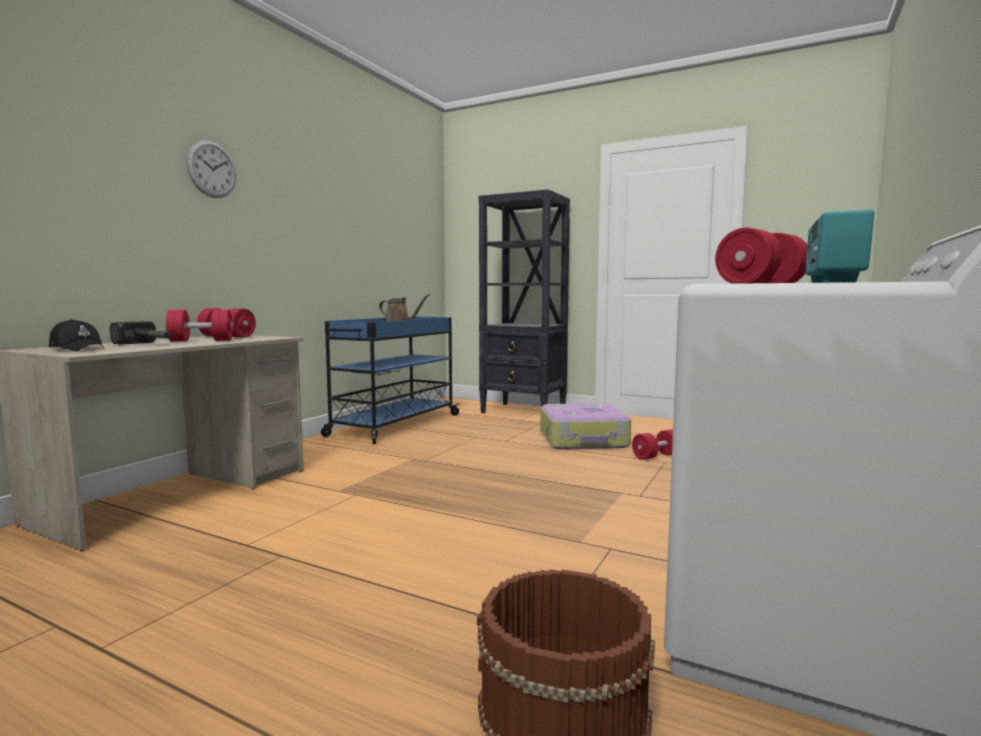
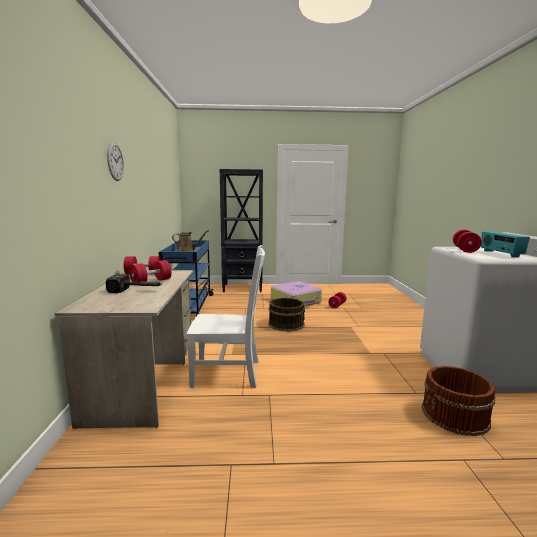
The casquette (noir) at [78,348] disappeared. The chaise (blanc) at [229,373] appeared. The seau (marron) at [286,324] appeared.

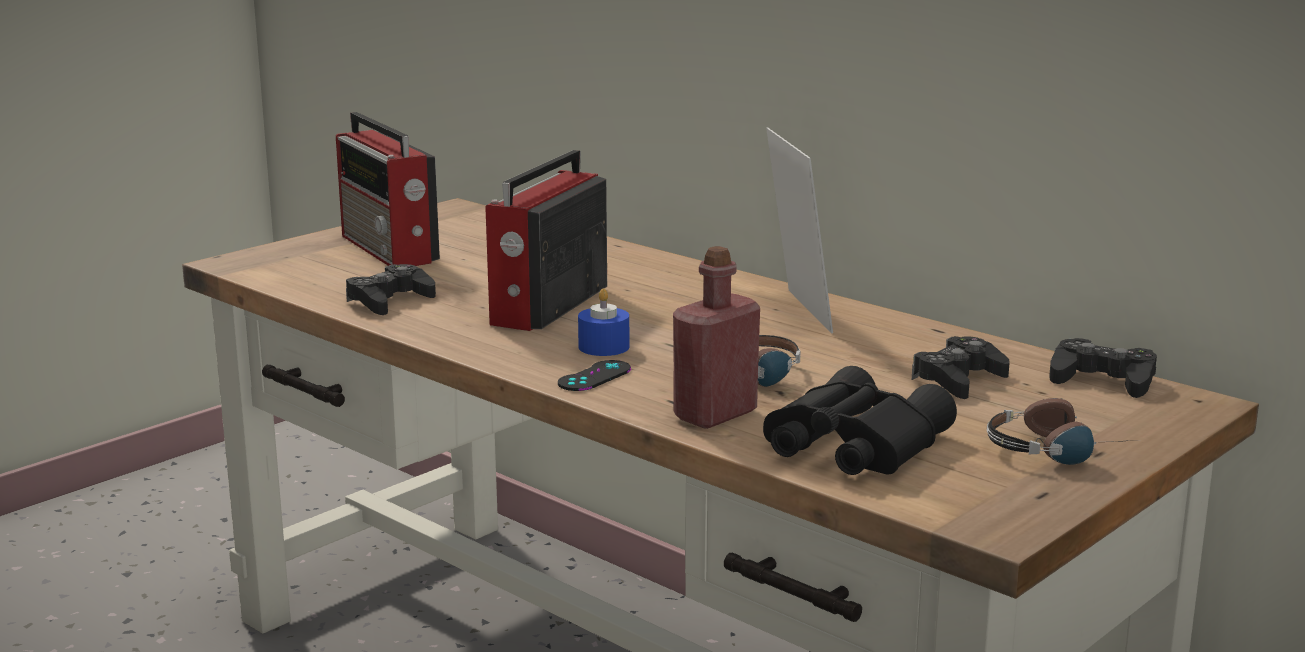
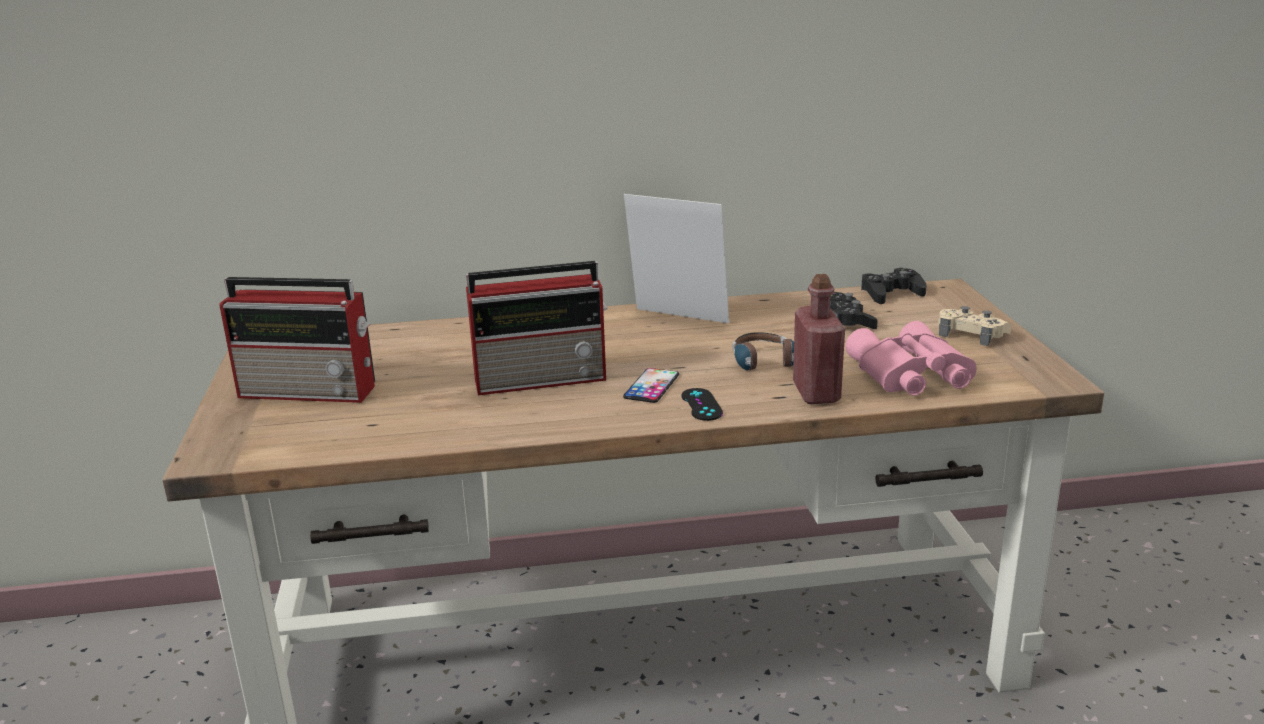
The manette (noir) at [389,300] disappeared. The bougie (bleu) at [604,347] was replaced by the téléphone at [651,386]. The casque audio at [1058,449] was replaced by the manette (beige) at [972,334]. The jumelles (noir) at [851,445] became the jumelles (rose) at [909,375]. The radio at [547,306] turned 75 degrees counterclockwise.

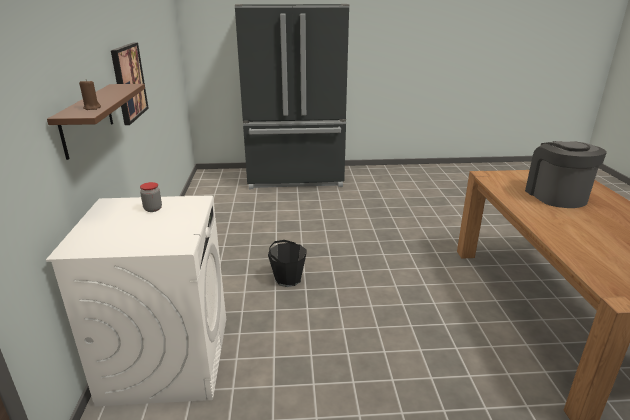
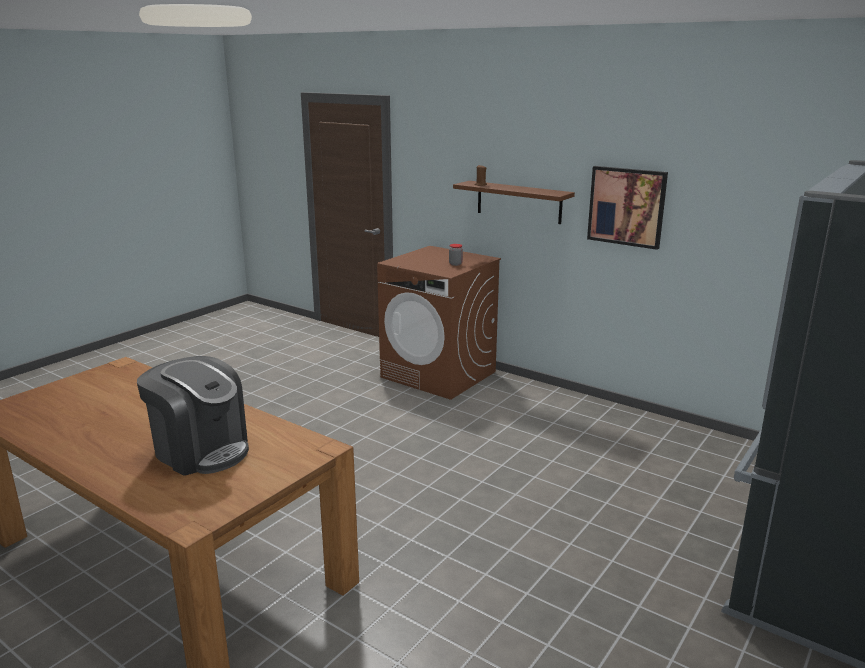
The seau (noir) at [288,279] disappeared. The lave-linge (blanc) at [167,357] became the lave-linge (marron) at [439,374].

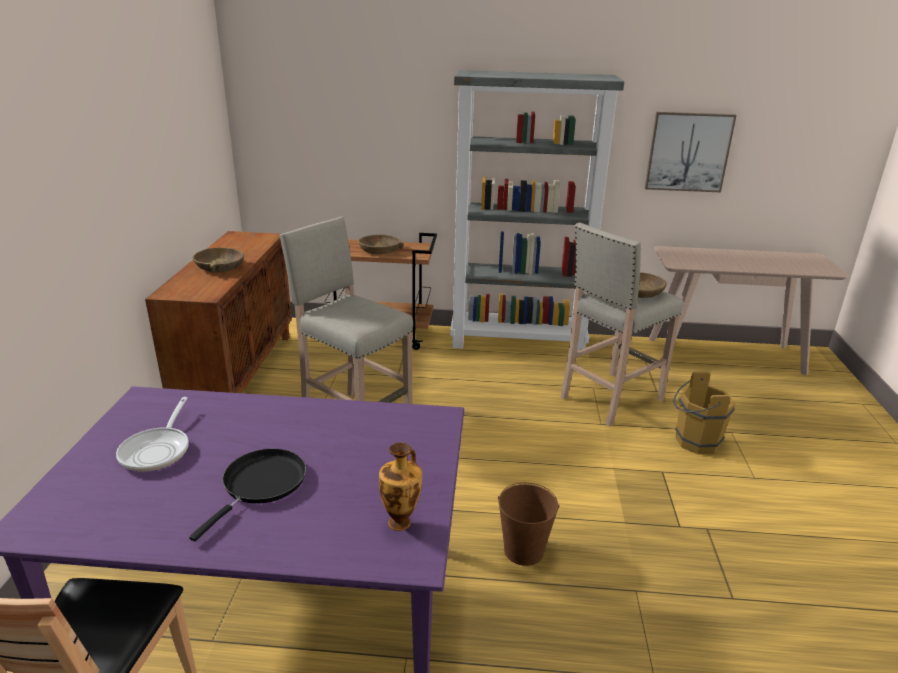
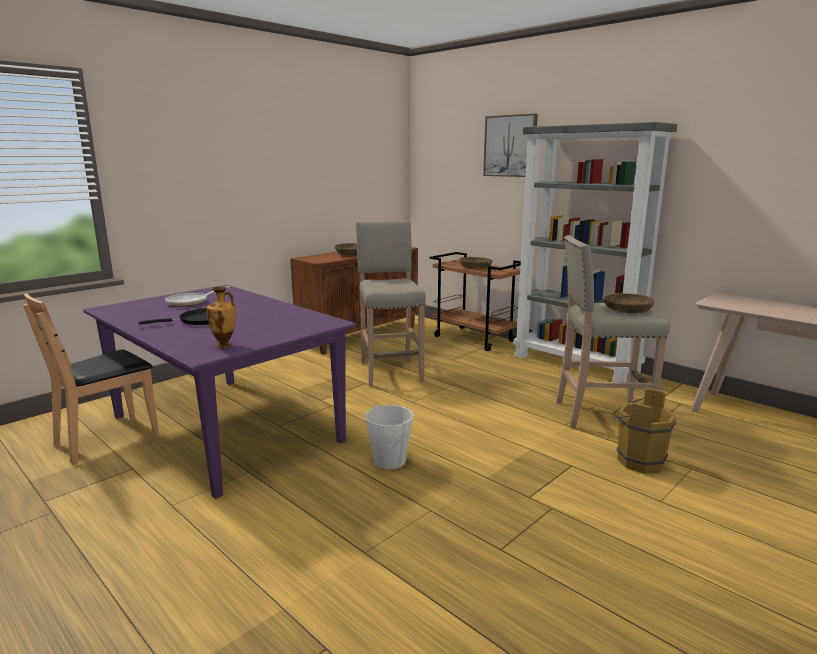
The tableau moved from [688,152] to [510,146]. The seau (marron) at [523,551] became the seau (blanc) at [389,461].

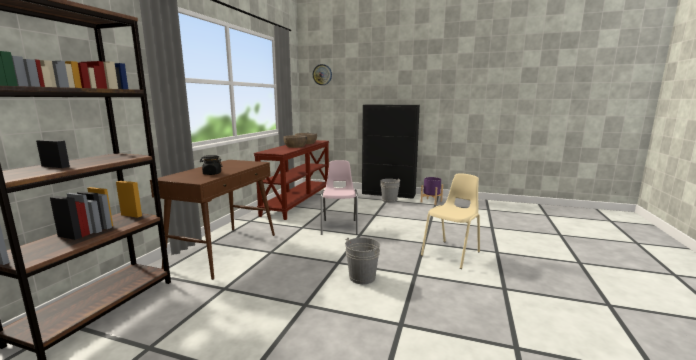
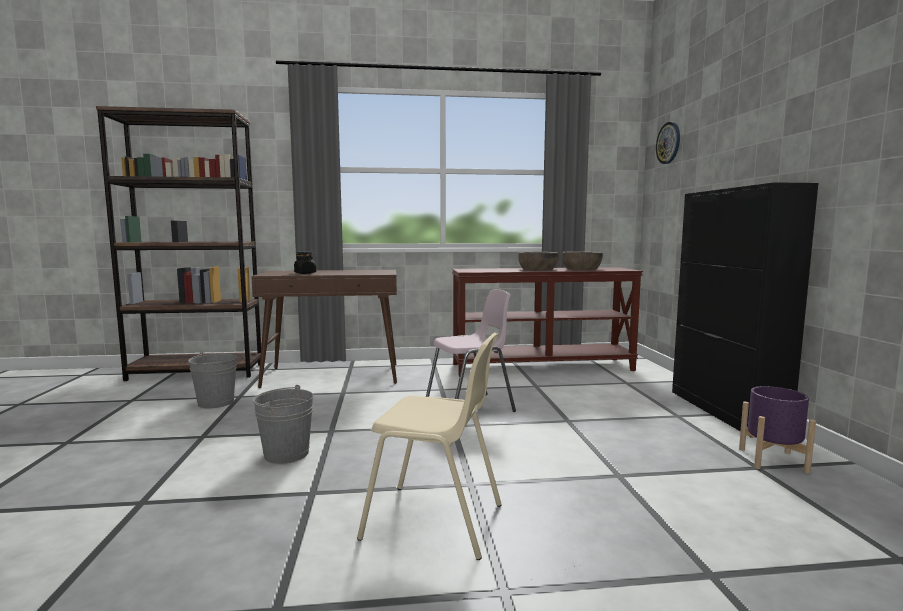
The seau (gris) moved from [389,200] to [216,402].

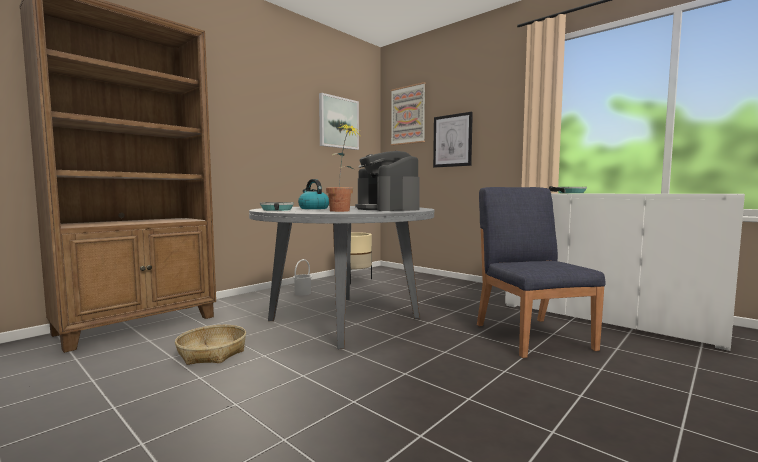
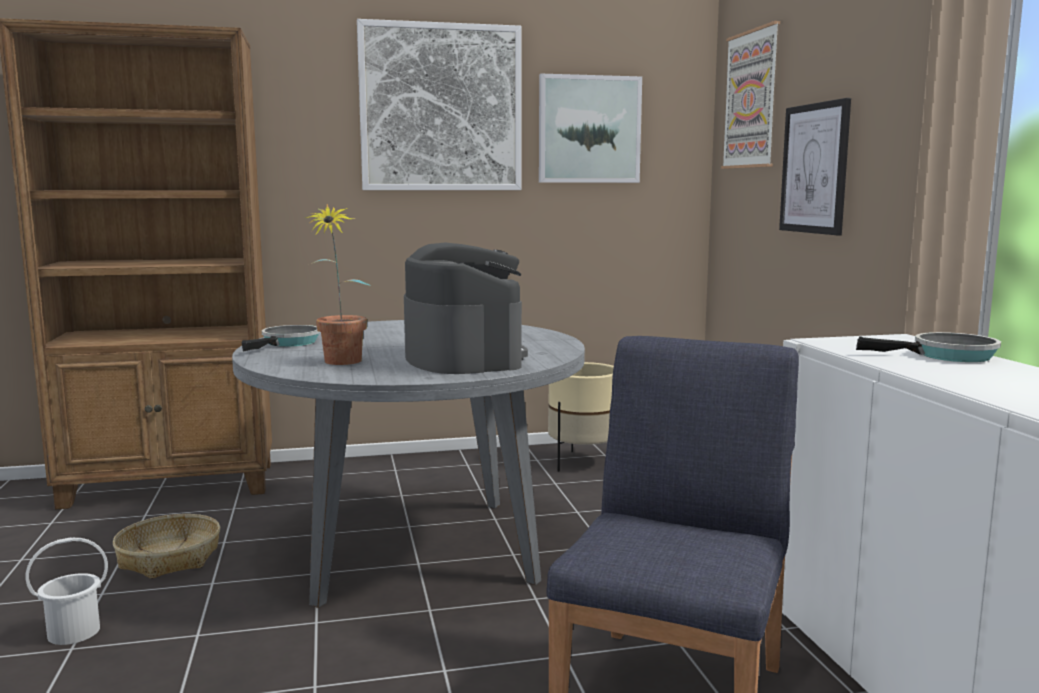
The bouilloire at [313,208] disappeared. The tableau at [441,108] appeared. The seau (blanc) moved from [303,293] to [74,632]. The machine à café at [387,209] turned 150 degrees clockwise.

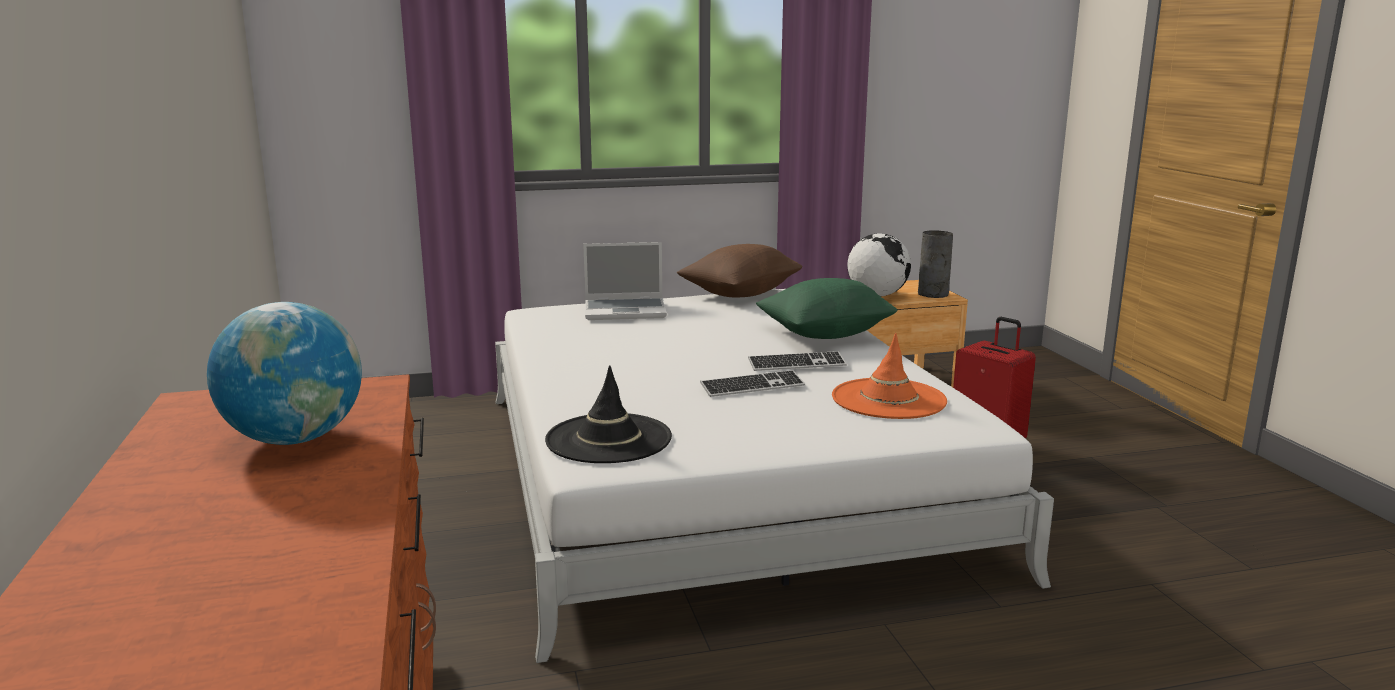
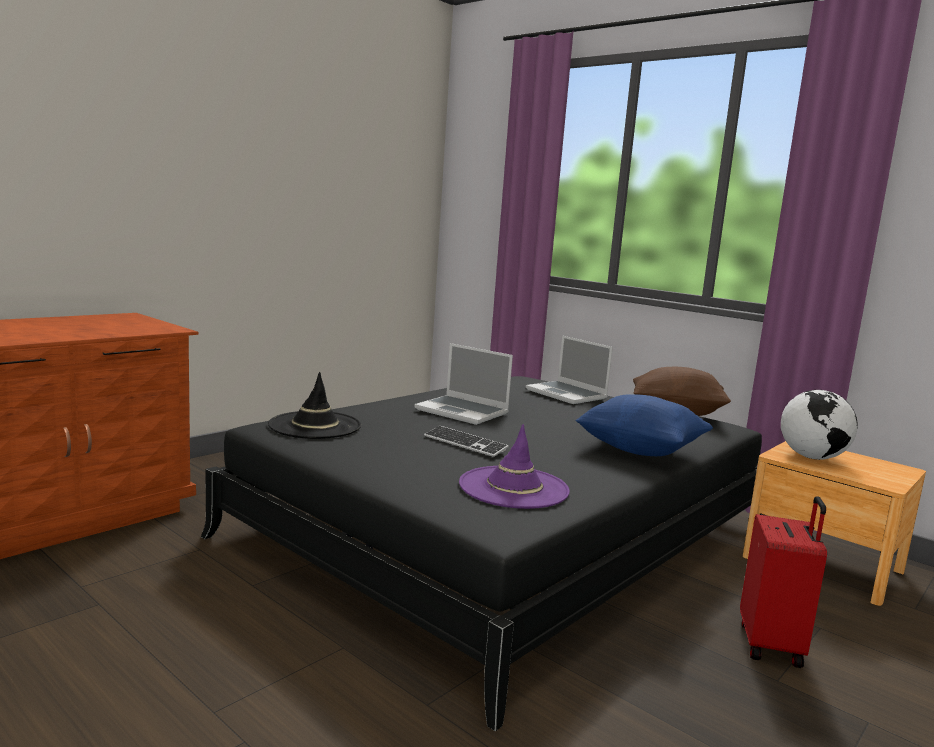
The globe at [295,439] disappeared. The clavier at [797,364] disappeared. The vase (gris) at [932,294] disappeared. The ordinateur portable at [463,412] appeared. The lit (blanc) at [716,476] became the lit (noir) at [506,531]. The coussin (vert) at [825,335] became the coussin (bleu) at [640,450]. The chapeau (orange) at [888,399] became the chapeau (violet) at [513,488].

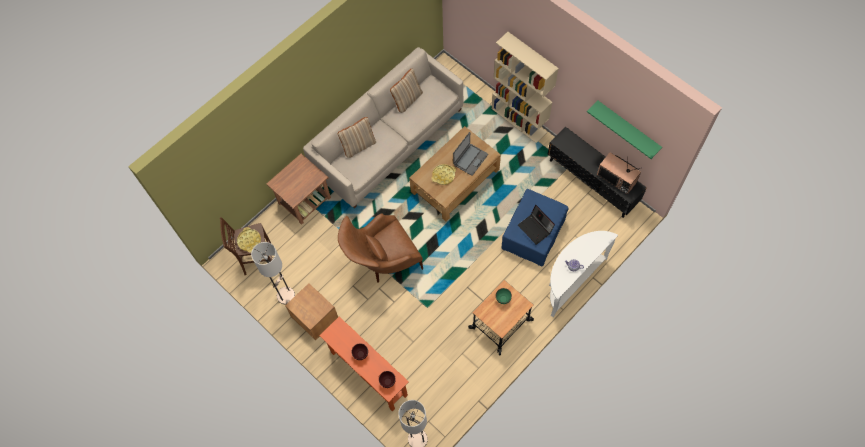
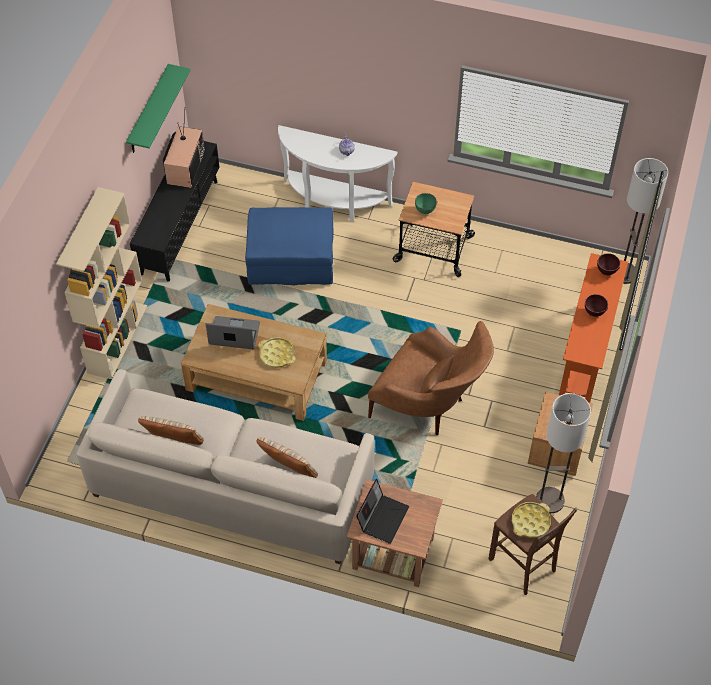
The ordinateur portable moved from [535,228] to [382,517].

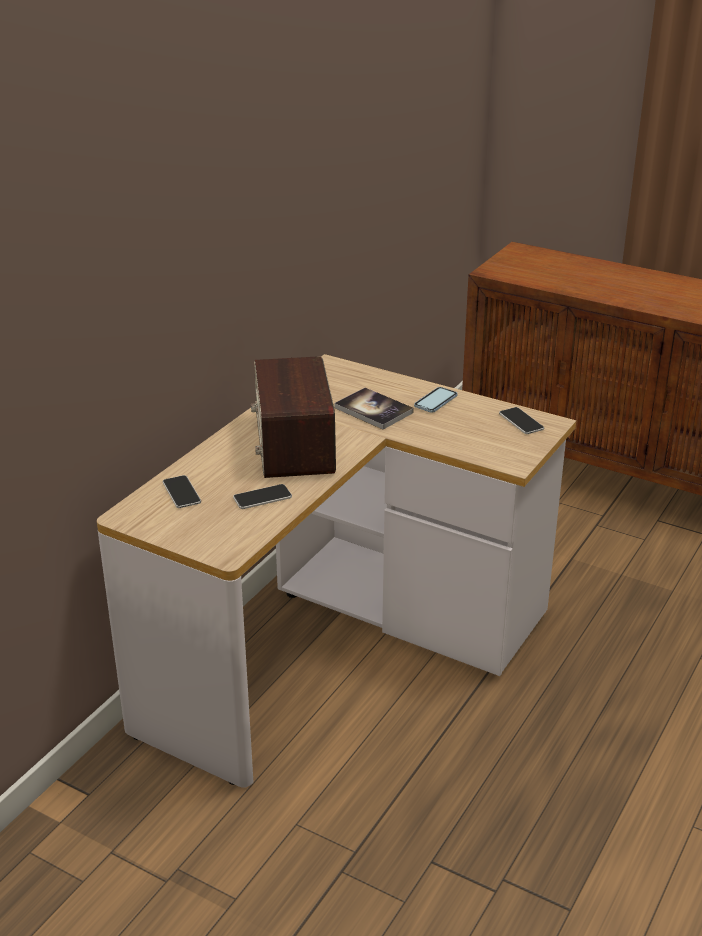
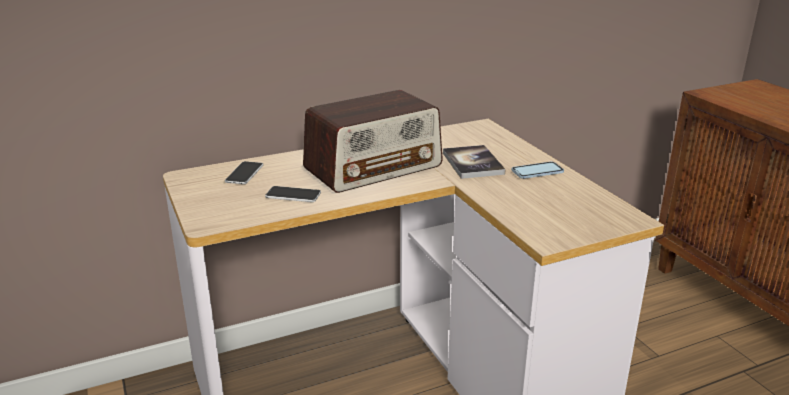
The téléphone at [521,421] disappeared. The radio at [294,444] turned 150 degrees counterclockwise.

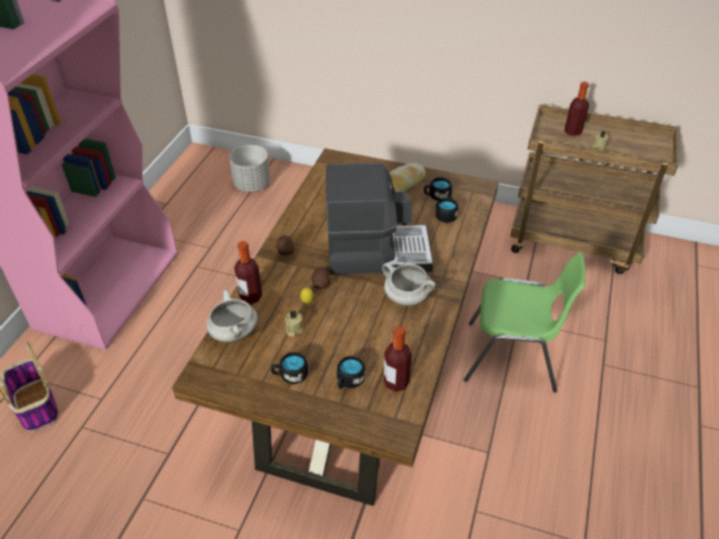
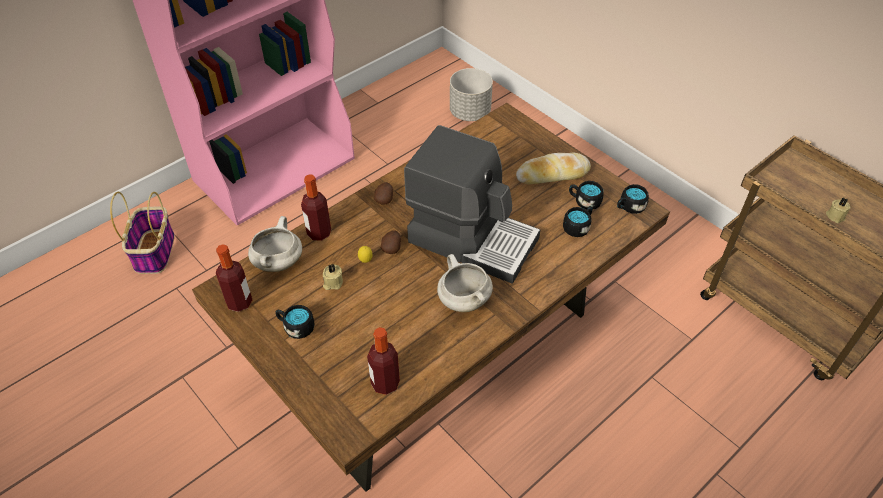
The chaise (vert) at [512,358] disappeared. The mug (noir) moved from [348,381] to [629,207]. The bouteille moved from [572,132] to [239,302].

